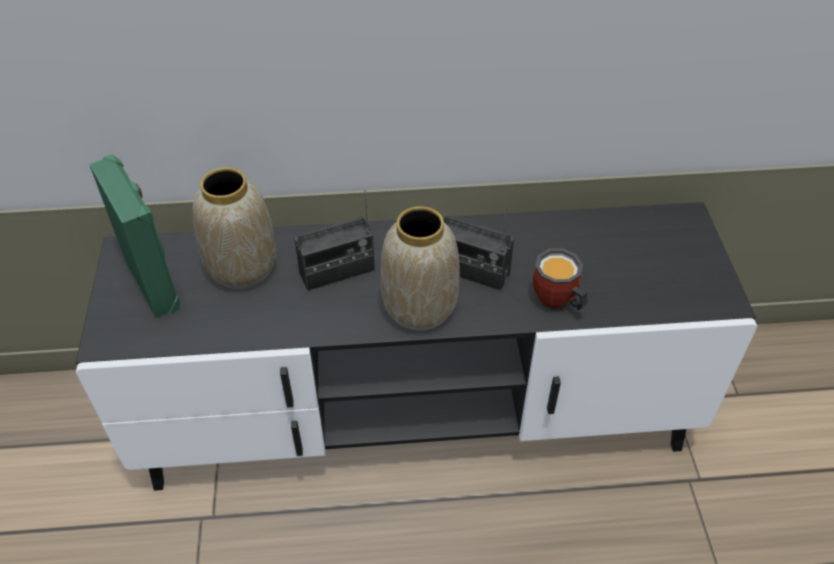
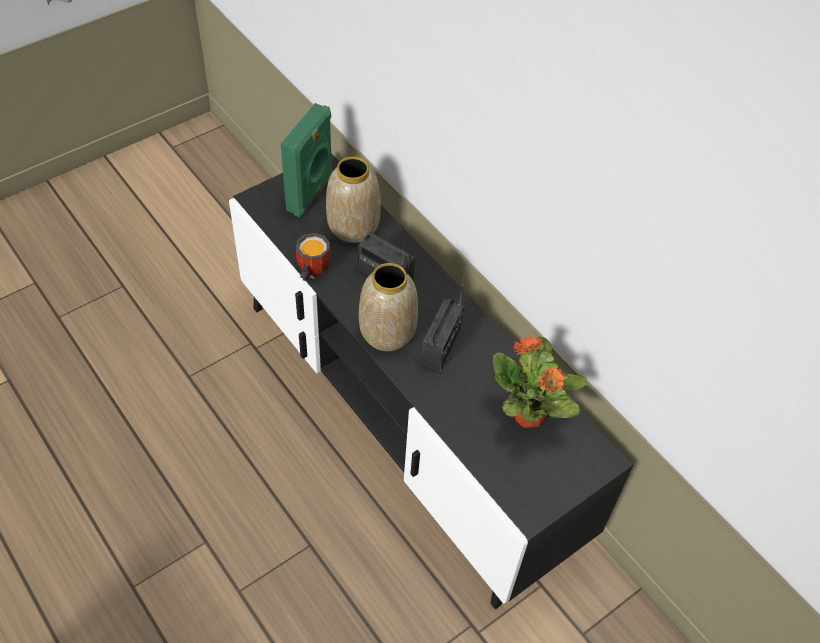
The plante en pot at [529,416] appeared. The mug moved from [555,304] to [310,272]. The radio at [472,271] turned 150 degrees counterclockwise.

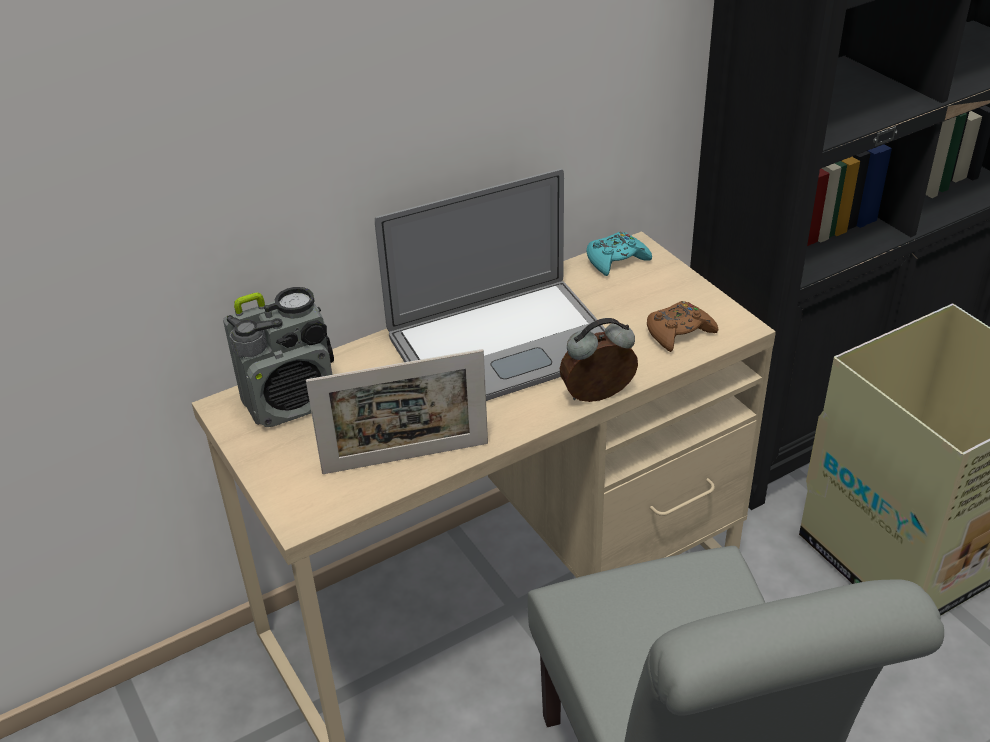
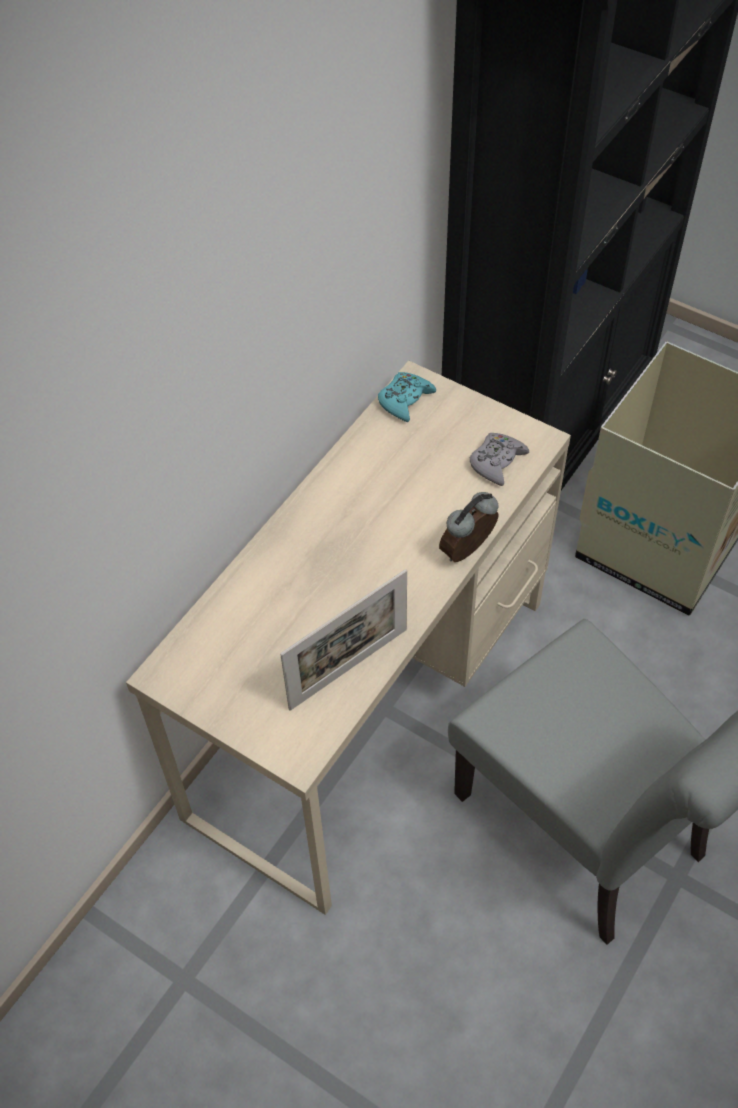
The radio at [292,402] disappeared. The ordinateur portable at [503,345] disappeared. The manette (marron) at [679,332] became the manette (gris) at [497,462].

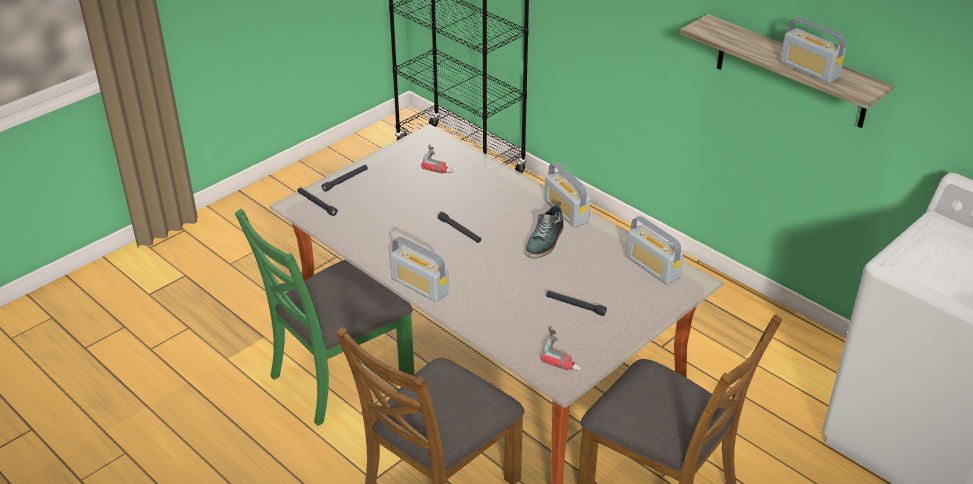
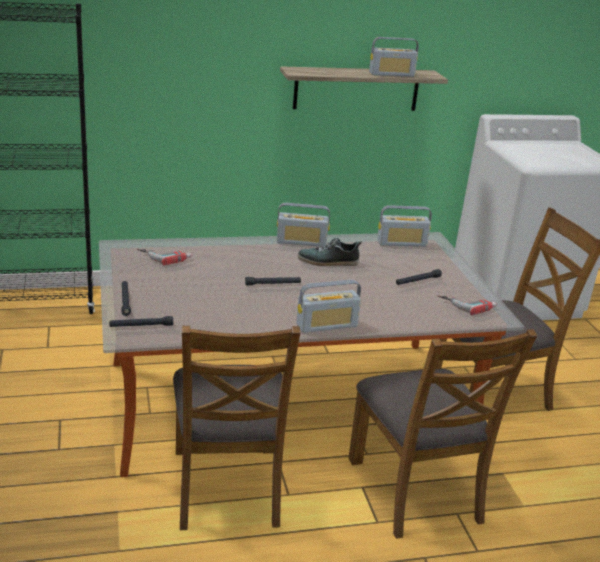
The chaise (vert) at [339,376] became the chaise (marron) at [227,486]. The chaussure at [545,241] turned 120 degrees clockwise.

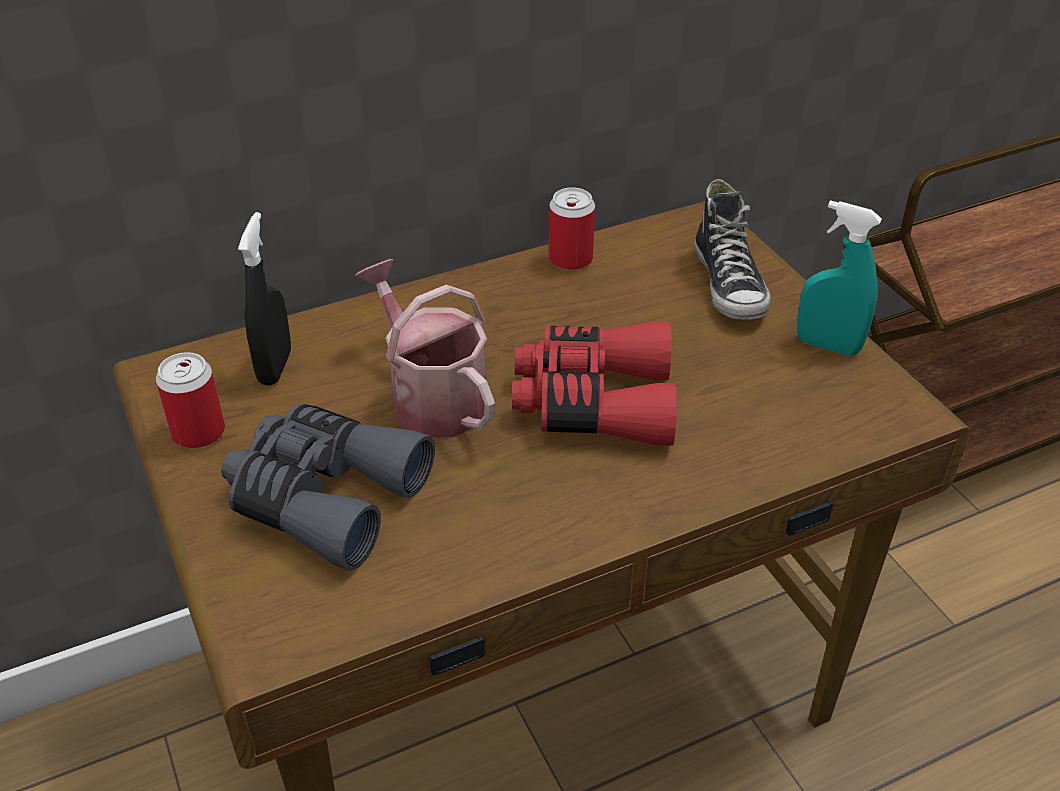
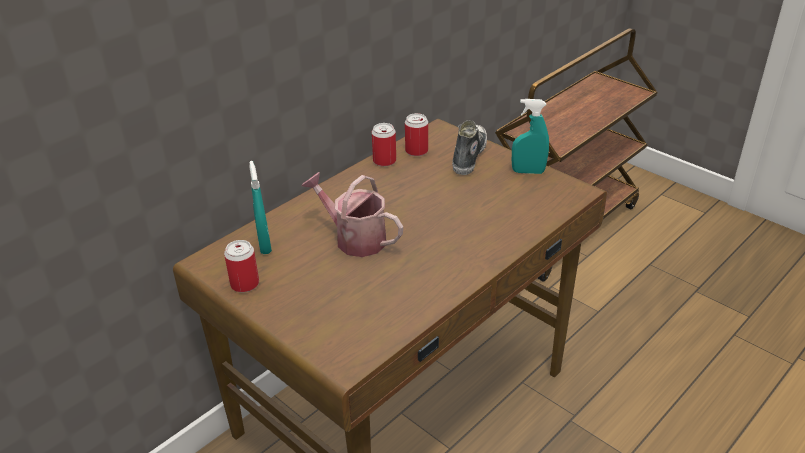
The jumelles (gris) at [324,496] disappeared. The jumelles (rouge) at [594,402] disappeared. The boîte métallique at [416,151] appeared. The vaporisateur (noir) at [275,367] became the vaporisateur (turquoise) at [264,245]. The chaussure at [729,285] turned 135 degrees counterclockwise.

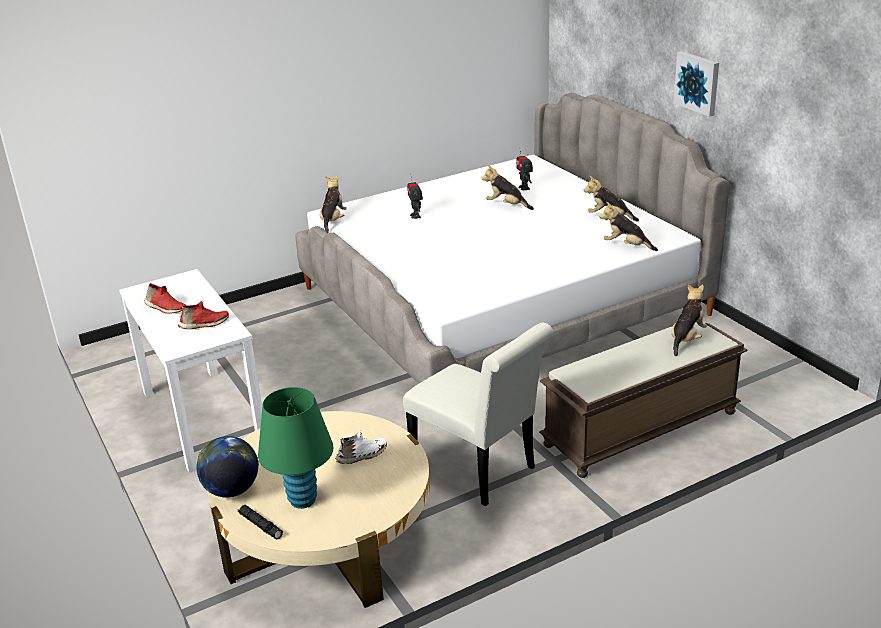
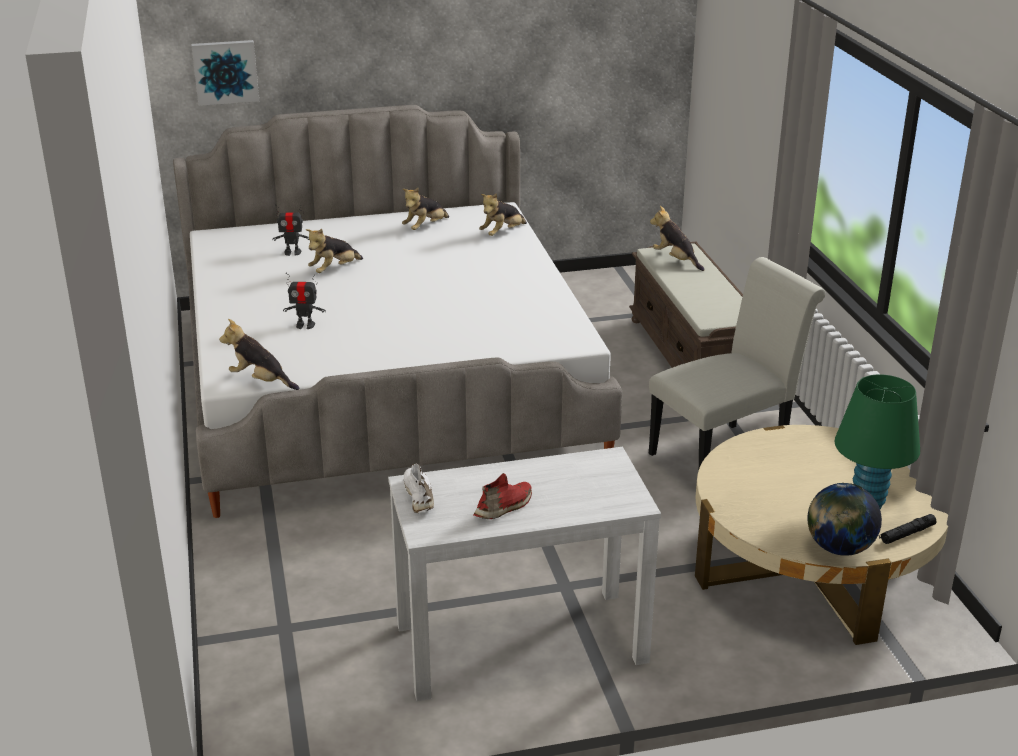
The chaussure (rouge) at [204,324] disappeared. The chaussure (blanc) moved from [362,456] to [419,496]. The tableau moved from [698,83] to [225,71].

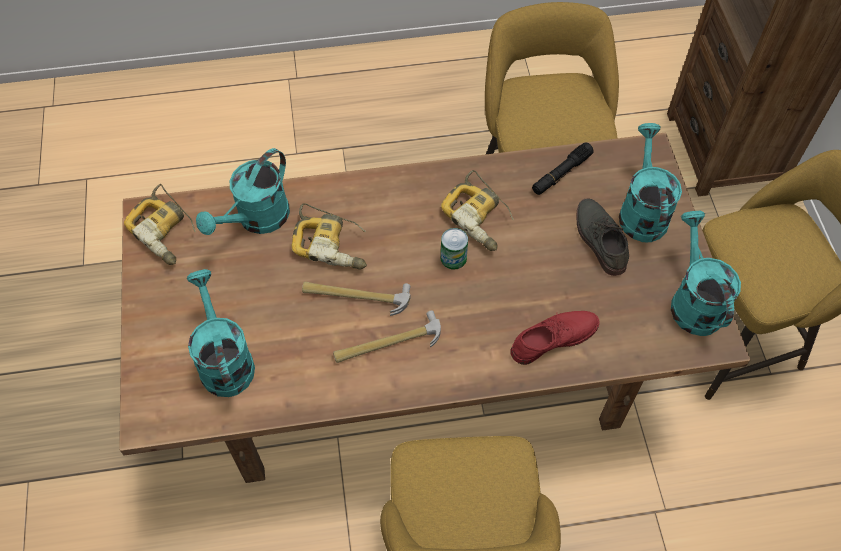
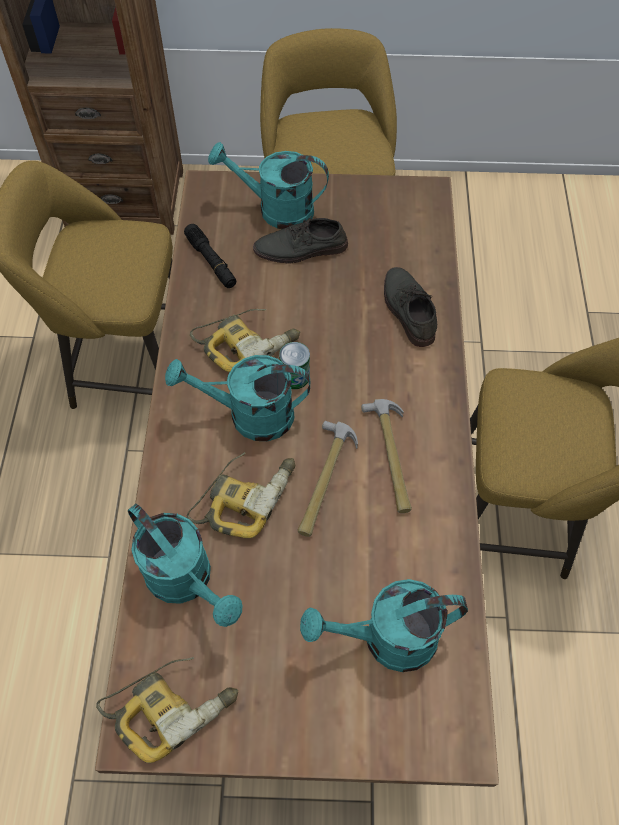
The arrosoir (turquoise) moved from [693,300] to [249,415]. The chaussure (rouge) at [553,338] became the chaussure (gris) at [407,309].

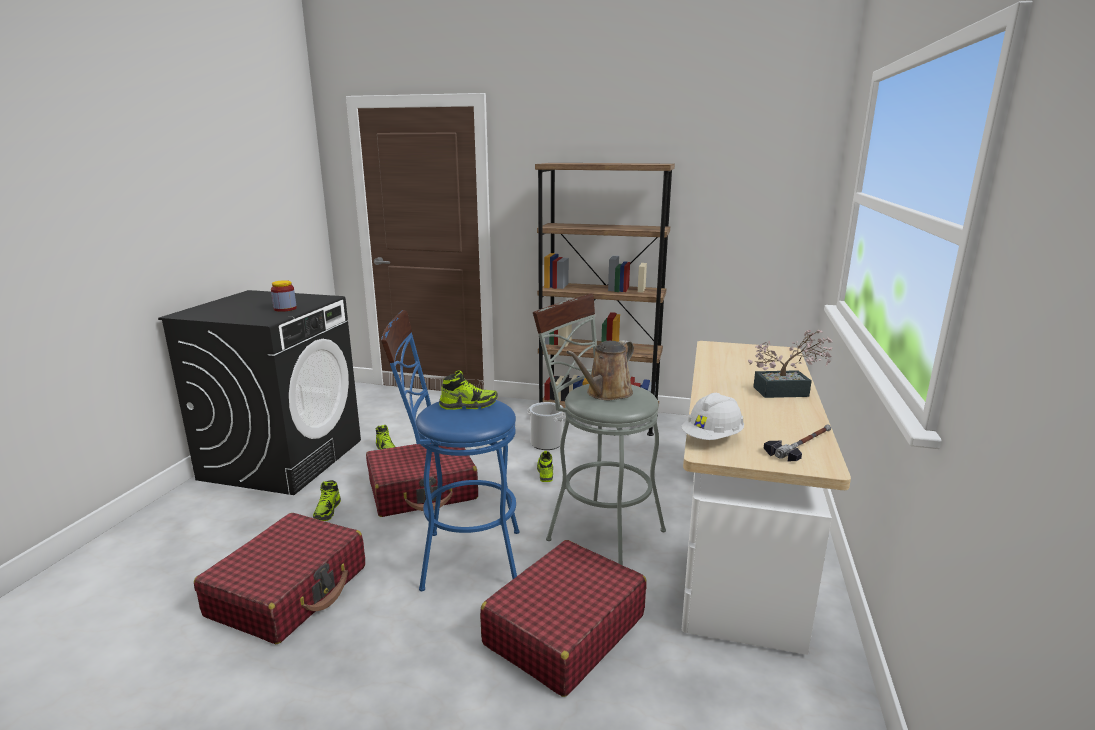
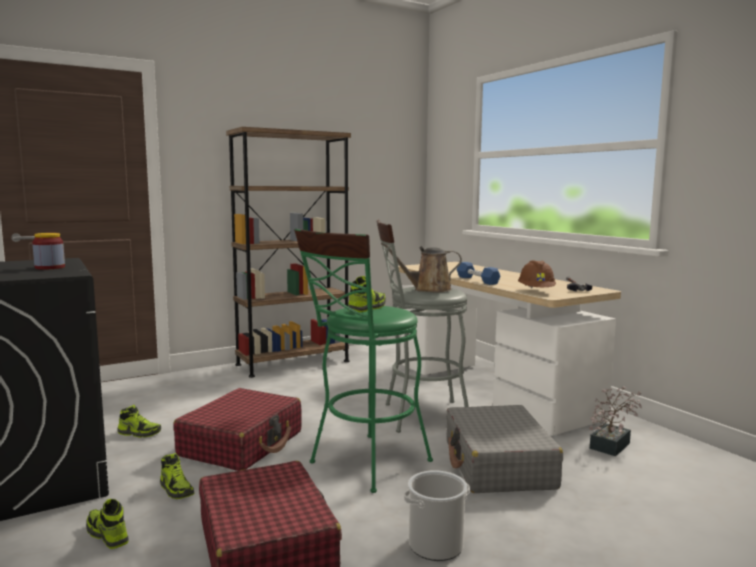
The haltère (bleu) at [477,280] appeared. The seau moved from [546,443] to [436,545]. The chaussure moved from [545,472] to [107,535]. The plante en pot moved from [787,391] to [612,444]. The tabouret (bleu) at [461,559] became the tabouret (vert) at [364,465]. The valise (rouge) at [564,630] became the valise (gris) at [498,465]. The casque de chantier (blanc) at [712,438] became the casque de chantier (marron) at [536,292]. The arrosoir (marron) at [606,393] turned 90 degrees clockwise.

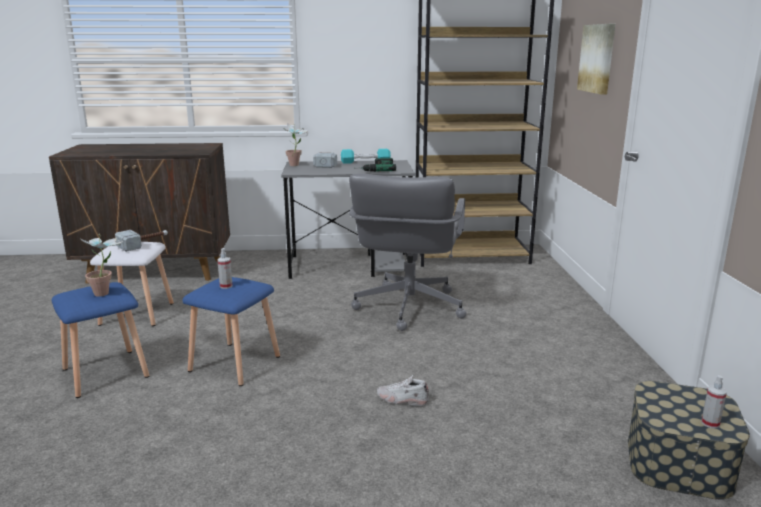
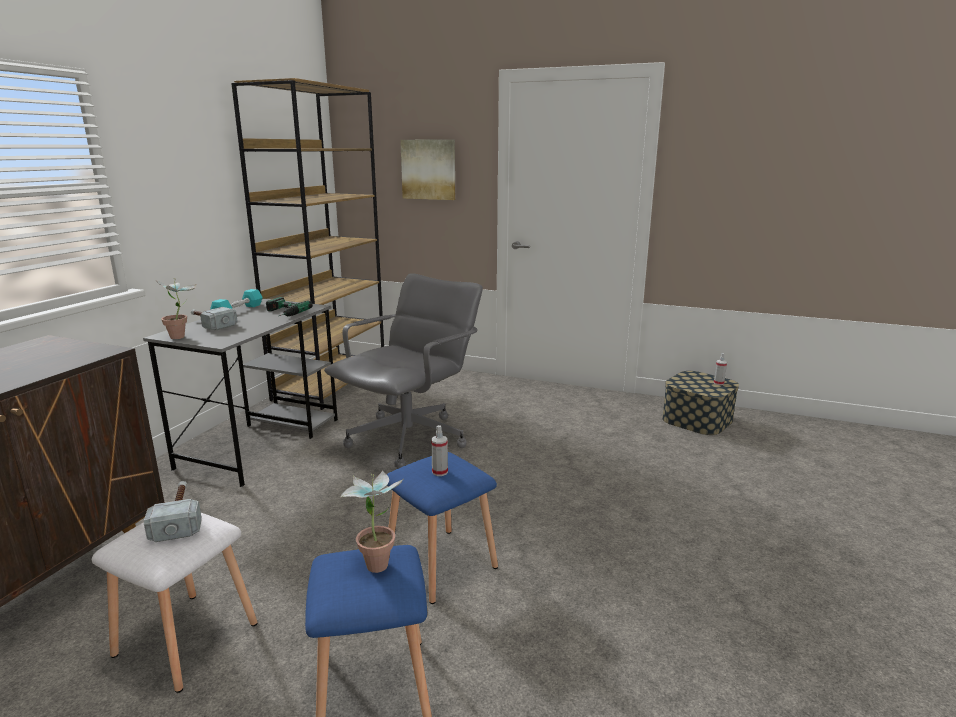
The chaussure (blanc) at [402,400] disappeared. The chaise de bureau (gris) at [408,307] turned 90 degrees counterclockwise.

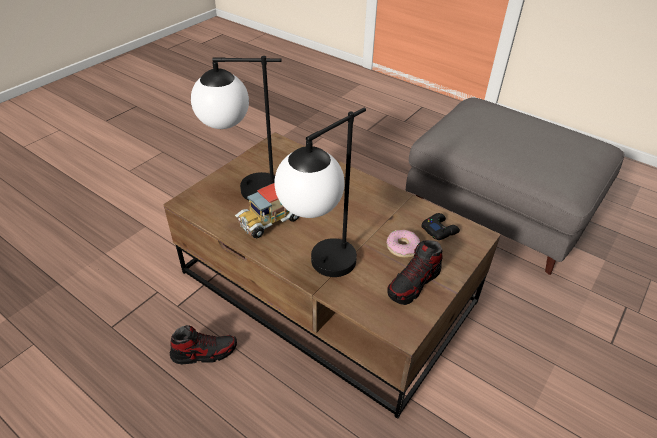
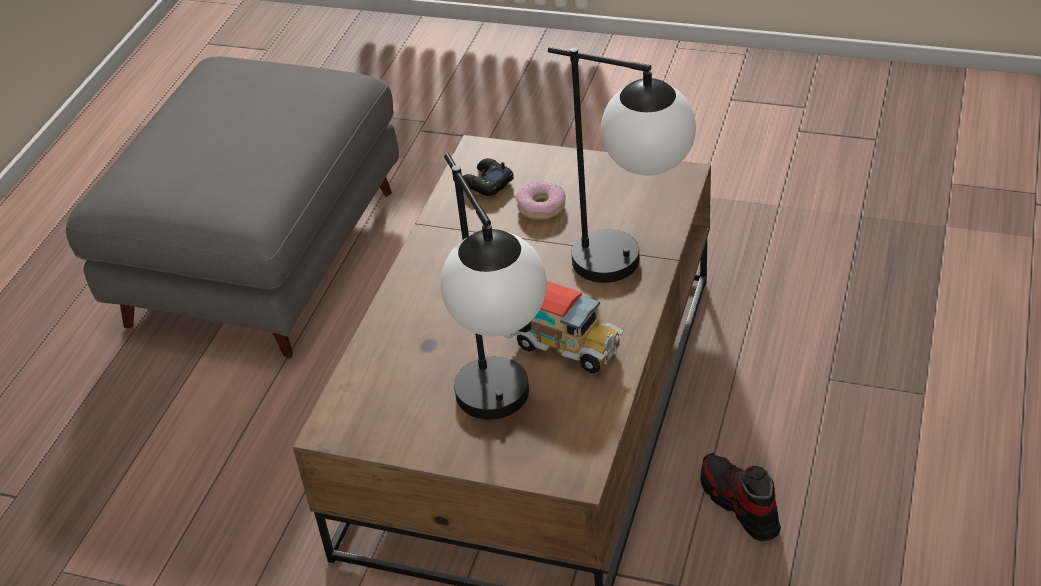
The chaussure at [414,283] disappeared.

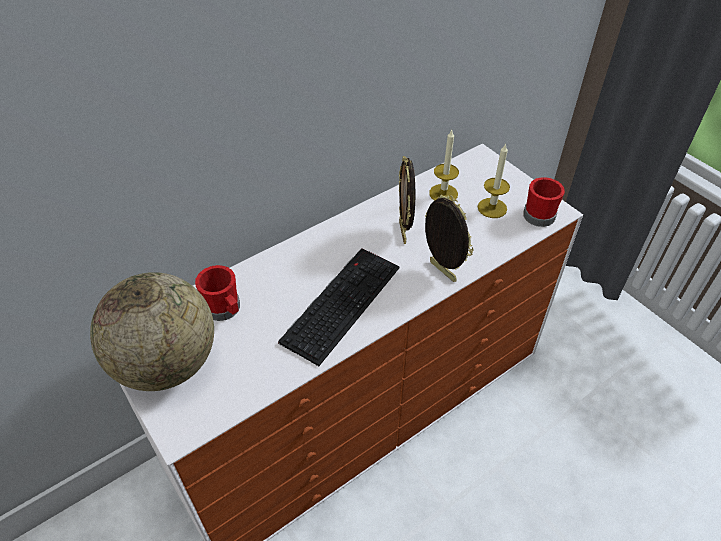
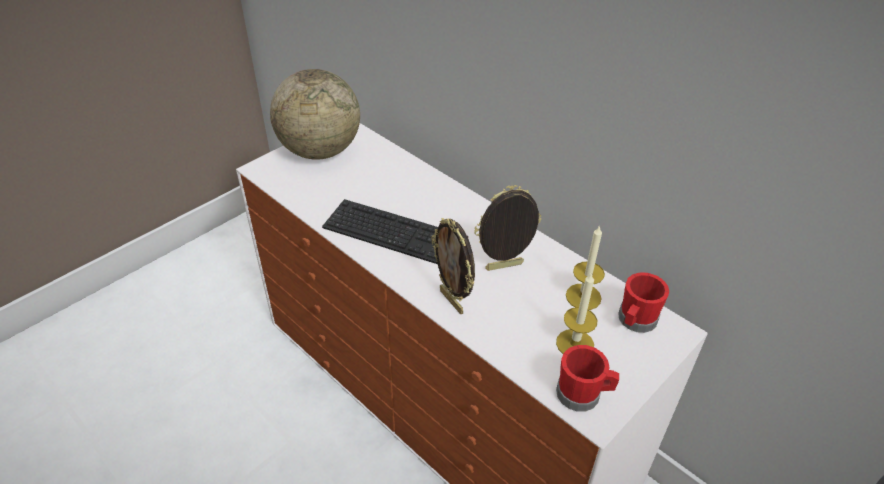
The mug (rouge) moved from [224,310] to [635,321]. The cadre photo at [441,272] turned 105 degrees clockwise.

